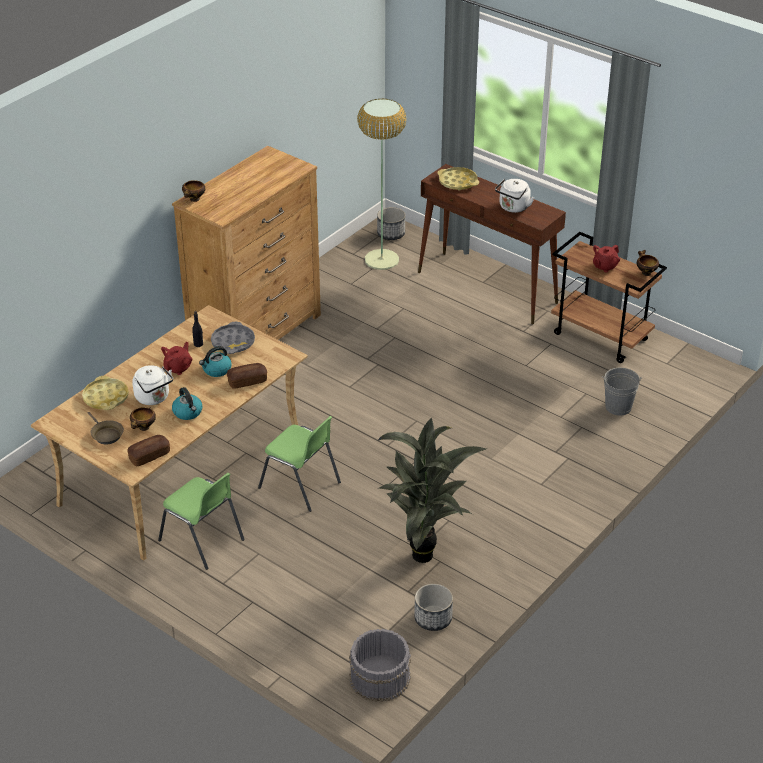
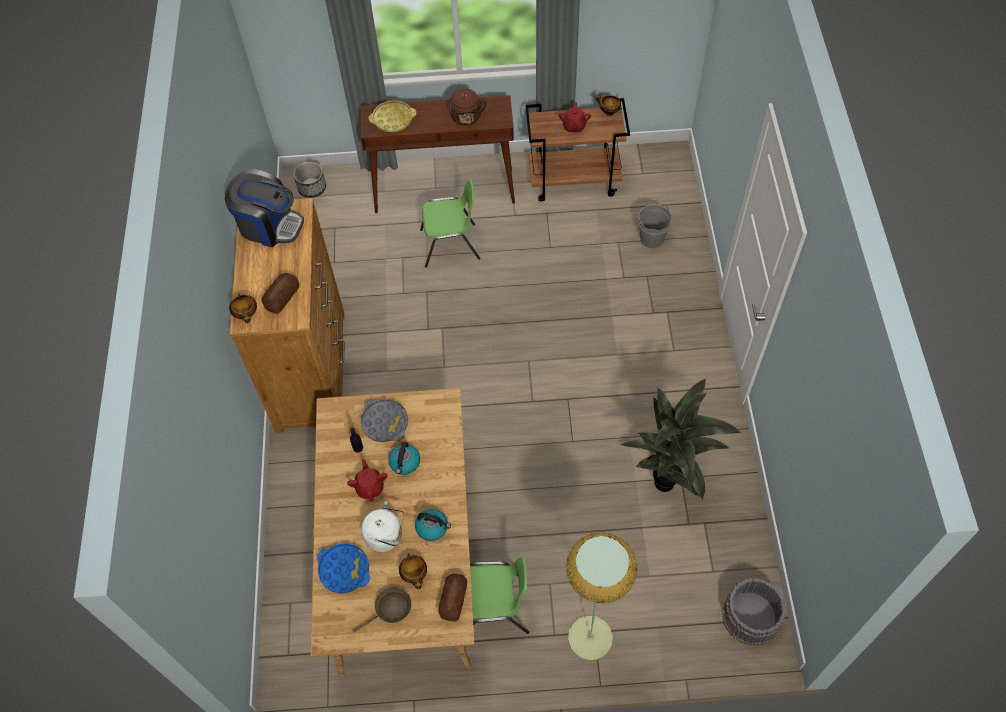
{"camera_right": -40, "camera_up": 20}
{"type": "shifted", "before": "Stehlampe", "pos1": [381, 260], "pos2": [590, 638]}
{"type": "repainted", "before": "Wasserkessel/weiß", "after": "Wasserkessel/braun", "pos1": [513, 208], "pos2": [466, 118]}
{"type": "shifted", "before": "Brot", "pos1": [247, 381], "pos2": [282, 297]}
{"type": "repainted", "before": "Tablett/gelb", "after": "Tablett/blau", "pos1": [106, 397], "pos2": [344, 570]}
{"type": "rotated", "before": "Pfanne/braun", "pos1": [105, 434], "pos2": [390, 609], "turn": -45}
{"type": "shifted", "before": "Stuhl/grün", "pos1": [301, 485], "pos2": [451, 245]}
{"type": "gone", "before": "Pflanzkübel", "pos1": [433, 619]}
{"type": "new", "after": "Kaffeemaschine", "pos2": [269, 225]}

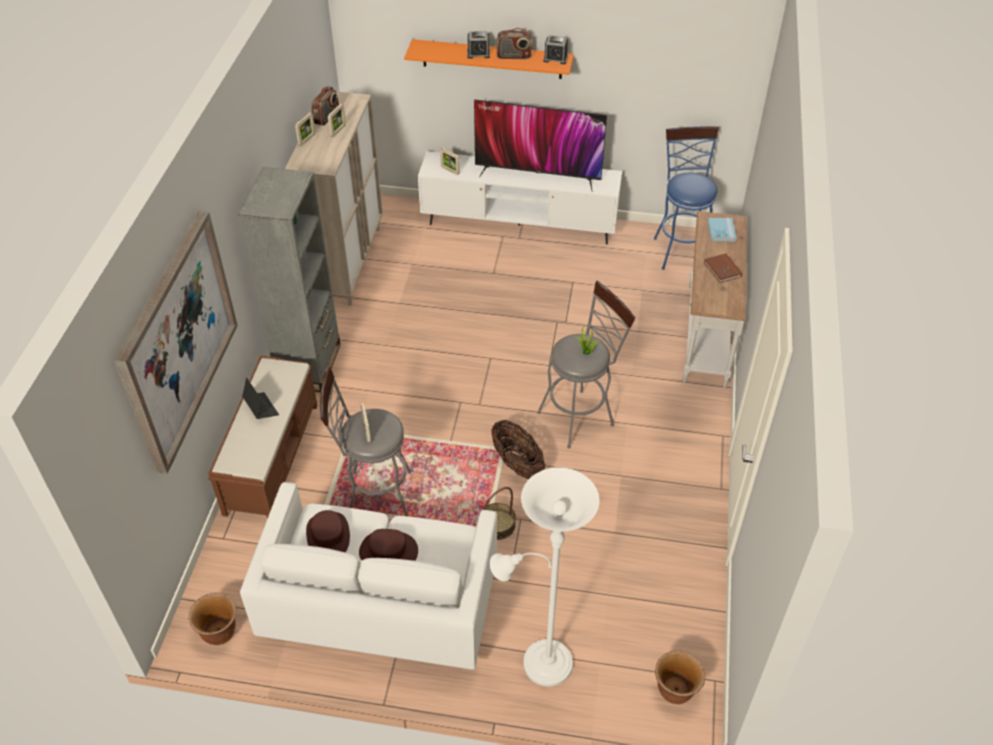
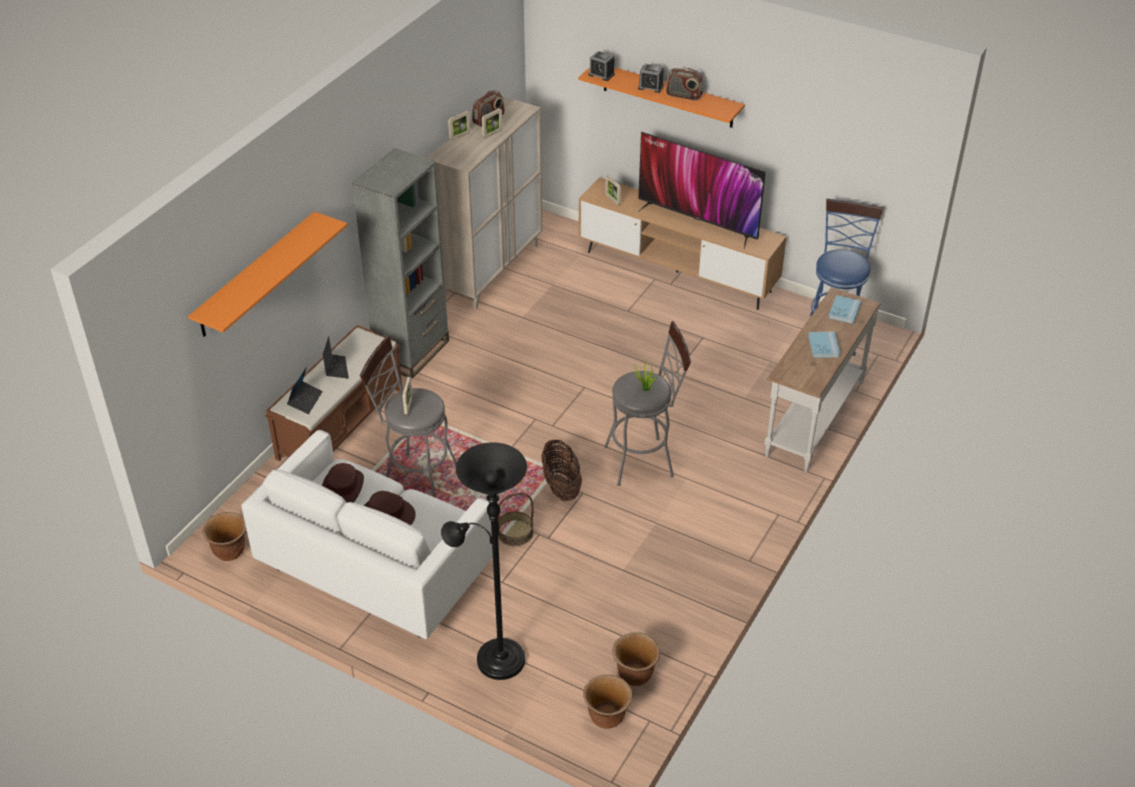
{"camera_right": 20, "camera_up": -5}
{"type": "shifted", "before": "Wecker", "pos1": [555, 59], "pos2": [601, 74]}
{"type": "repainted", "before": "Fernsehschrank/weiß", "after": "Fernsehschrank/braun", "pos1": [519, 225], "pos2": [677, 272]}
{"type": "swapped", "before": "Bild", "after": "Wandregal/orange", "pos1": [177, 340], "pos2": [256, 275]}
{"type": "repainted", "before": "Buch/braun", "after": "Buch/blau", "pos1": [722, 269], "pos2": [823, 346]}
{"type": "repainted", "before": "Stehlampe/weiß", "after": "Stehlampe/schwarz", "pos1": [540, 663], "pos2": [495, 657]}
{"type": "new", "after": "Laptop", "pos2": [305, 400]}
{"type": "new", "after": "Pflanzkübel/braun", "pos2": [634, 674]}

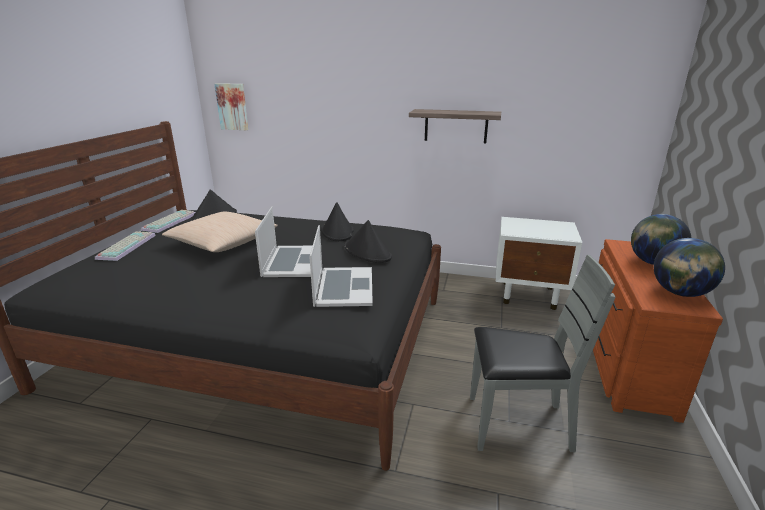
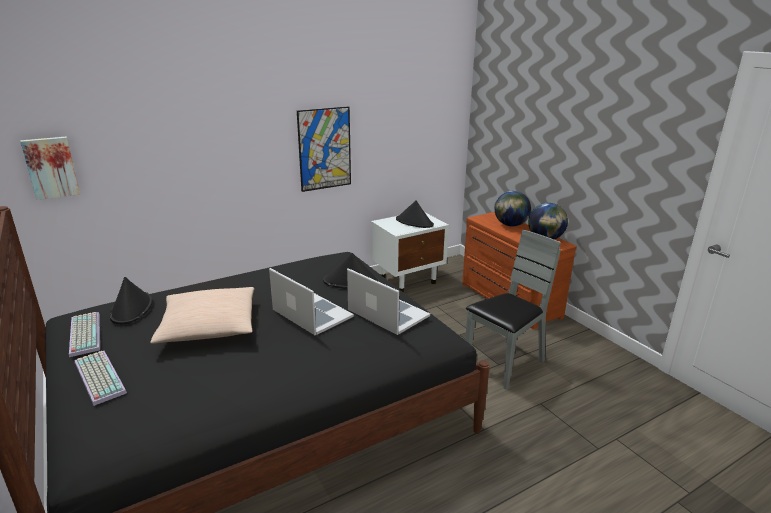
{"camera_right": -45, "camera_up": 0}
{"type": "swapped", "before": "Wandregal", "after": "Bild", "pos1": [456, 126], "pos2": [324, 149]}
{"type": "shifted", "before": "Hut/schwarz", "pos1": [337, 231], "pos2": [414, 222]}

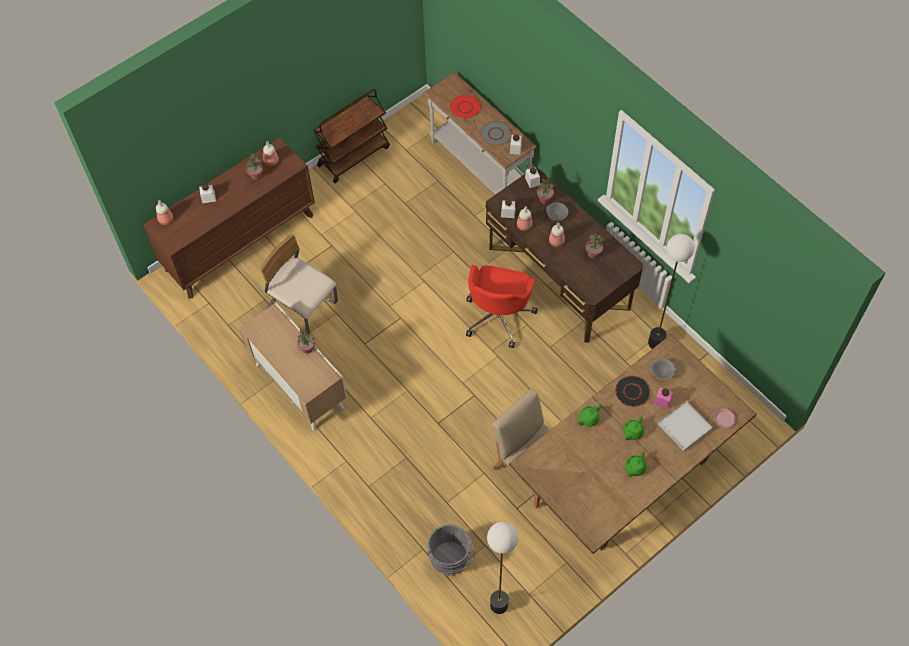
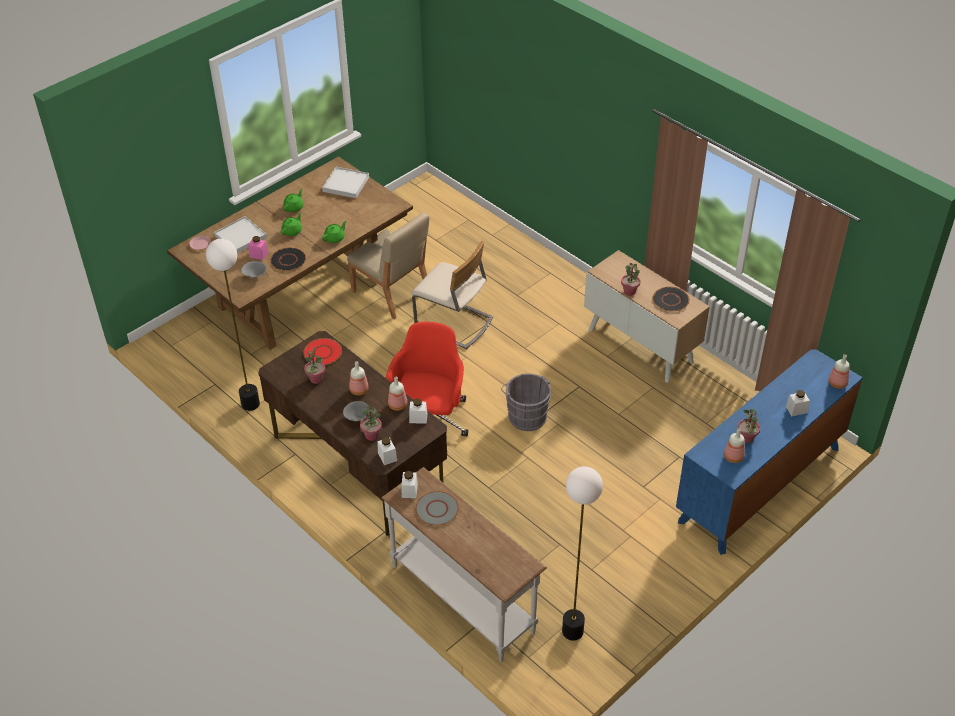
{"camera_right": 175, "camera_up": -15}
{"type": "gone", "before": "Rollwagen/braun", "pos1": [354, 156]}
{"type": "shifted", "before": "Teller/rot", "pos1": [465, 107], "pos2": [323, 353]}
{"type": "repainted", "before": "Kommode/braun", "after": "Kommode/blau", "pos1": [240, 242], "pos2": [759, 485]}
{"type": "shifted", "before": "Stuhl/beige", "pos1": [302, 307], "pos2": [453, 323]}
{"type": "shifted", "before": "Stehlampe", "pos1": [498, 605], "pos2": [573, 631]}
{"type": "shifted", "before": "Eimer/grau", "pos1": [450, 560], "pos2": [526, 415]}
{"type": "new", "after": "Tablett/weiß", "pos2": [346, 184]}
{"type": "new", "after": "Teller/schwarz", "pos2": [671, 300]}

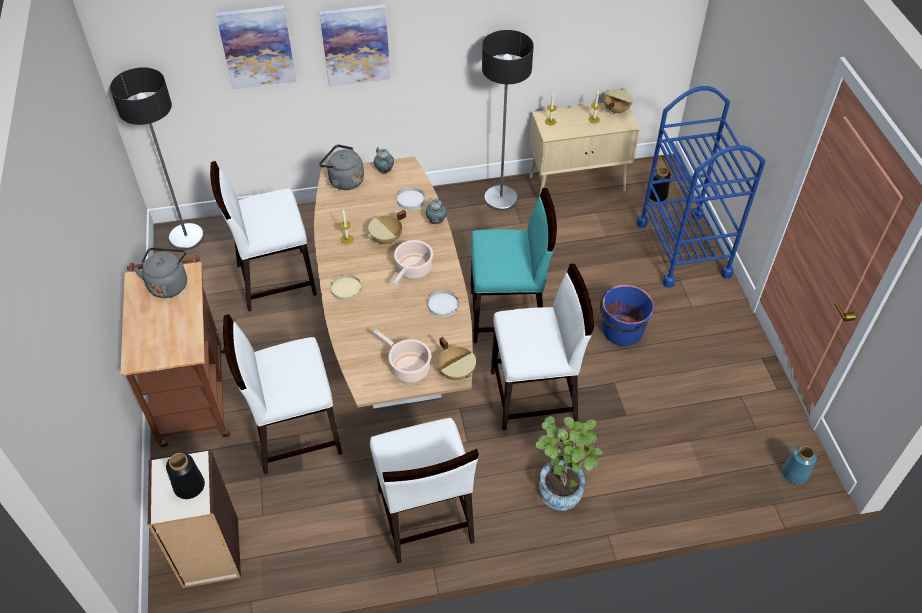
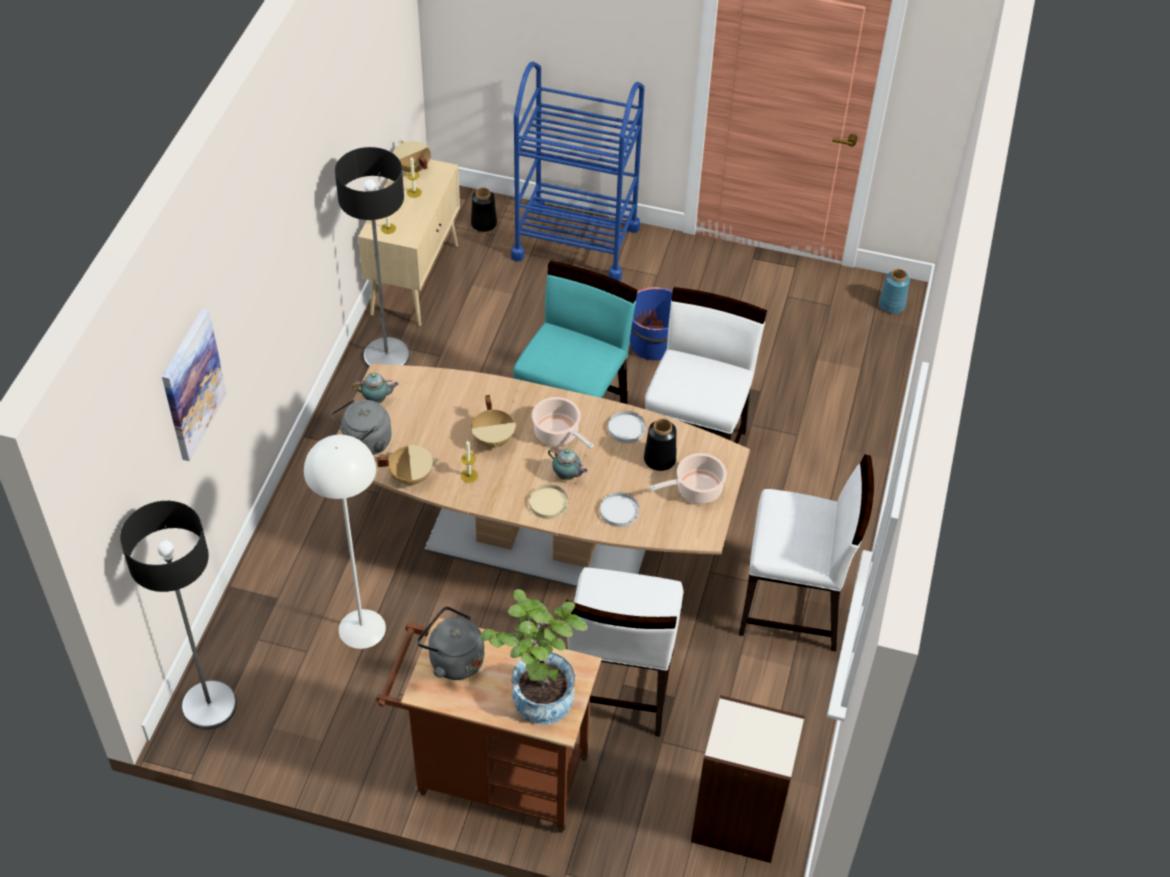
{"camera_right": -65, "camera_up": 0}
{"type": "gone", "before": "Bild", "pos1": [355, 45]}
{"type": "swapped", "before": "Stuhl/weiß", "after": "Stehlampe/weiß", "pos1": [275, 279], "pos2": [361, 629]}
{"type": "shifted", "before": "Teller/weiß", "pos1": [410, 200], "pos2": [619, 511]}
{"type": "shifted", "before": "Teekanne", "pos1": [436, 222], "pos2": [567, 476]}
{"type": "shifted", "before": "Kochtopf/beige", "pos1": [457, 372], "pos2": [411, 476]}
{"type": "shifted", "before": "Topfpflanze", "pos1": [562, 486], "pos2": [537, 692]}
{"type": "shifted", "before": "Vase/schwarz", "pos1": [189, 486], "pos2": [659, 459]}

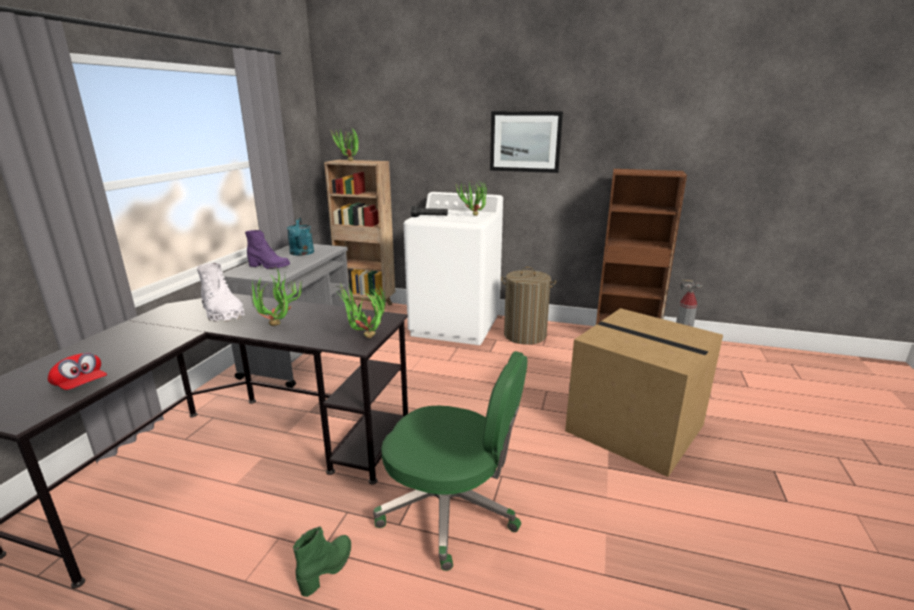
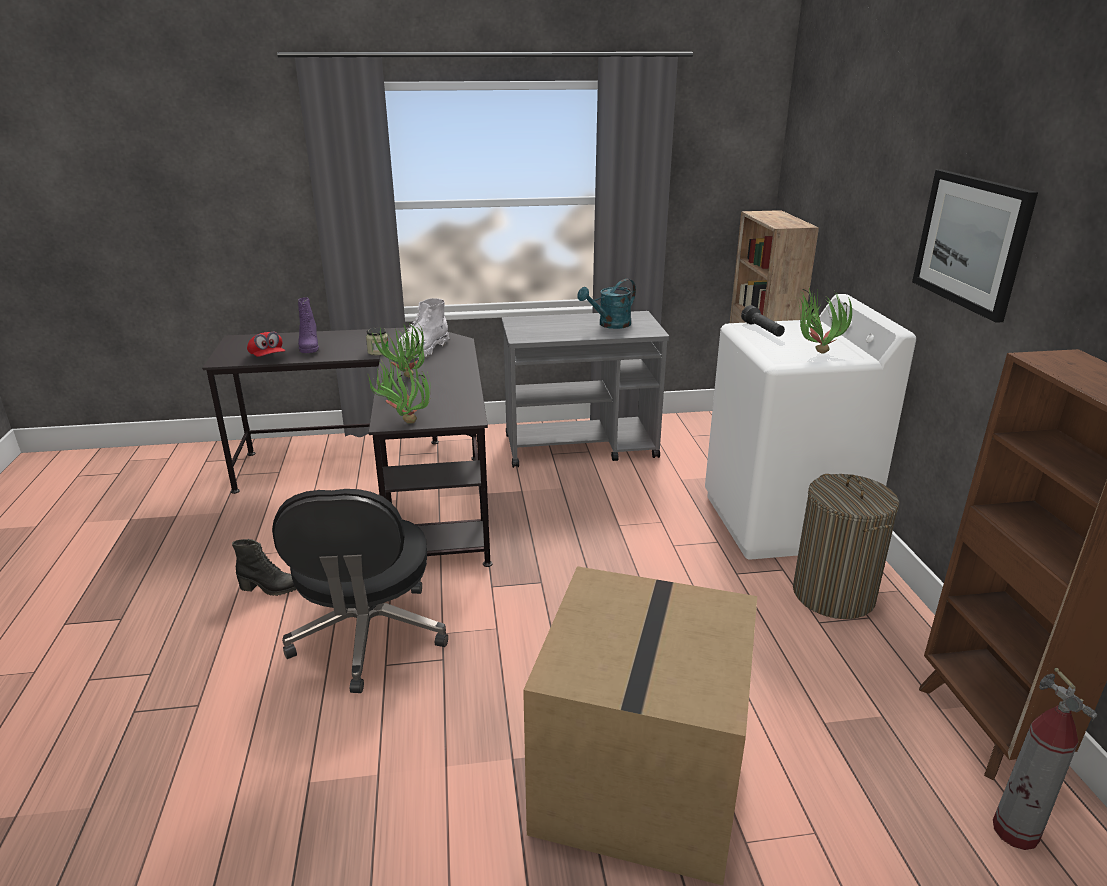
{"camera_right": 65, "camera_up": 5}
{"type": "gone", "before": "Topfpflanze", "pos1": [348, 161]}
{"type": "shifted", "before": "Stiefel/lila", "pos1": [269, 266], "pos2": [309, 347]}
{"type": "repainted", "before": "Bürostuhl/grün", "after": "Bürostuhl/schwarz", "pos1": [451, 510], "pos2": [368, 637]}
{"type": "rotated", "before": "Kappe/rot", "pos1": [81, 386], "pos2": [267, 357], "turn": -45}
{"type": "repainted", "before": "Stiefel/grün", "after": "Stiefel/schwarz", "pos1": [327, 569], "pos2": [271, 588]}
{"type": "new", "after": "Vorratsglas", "pos2": [378, 352]}

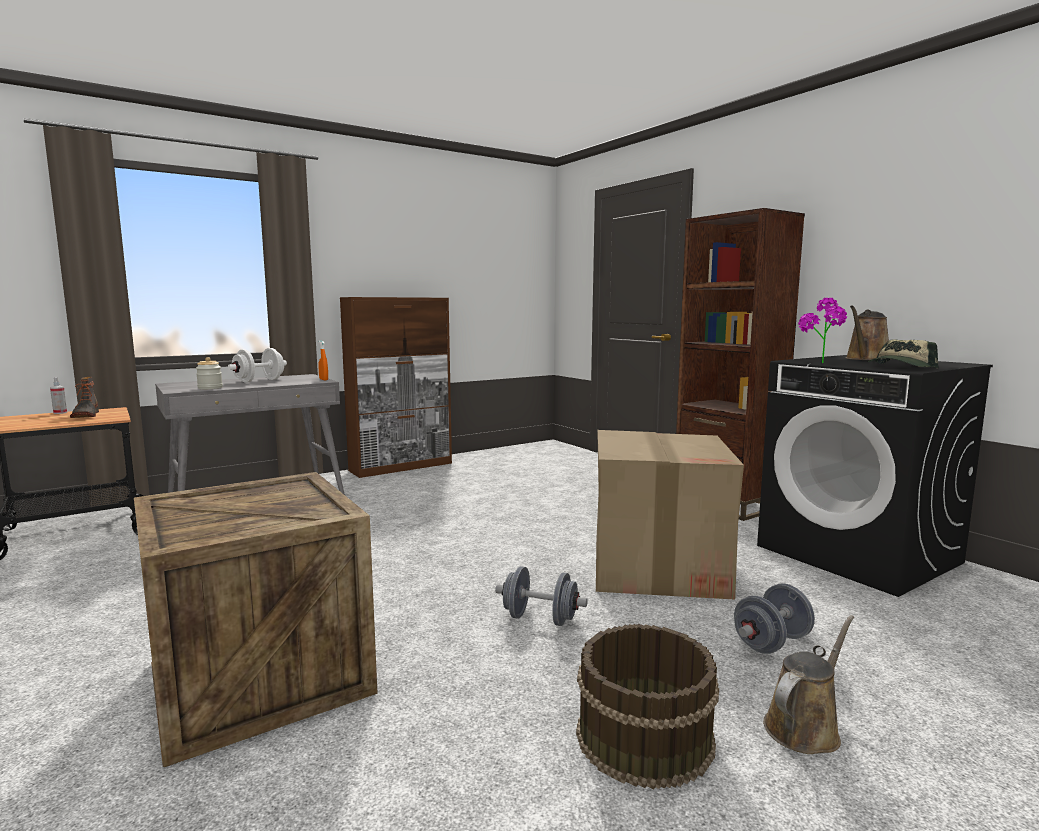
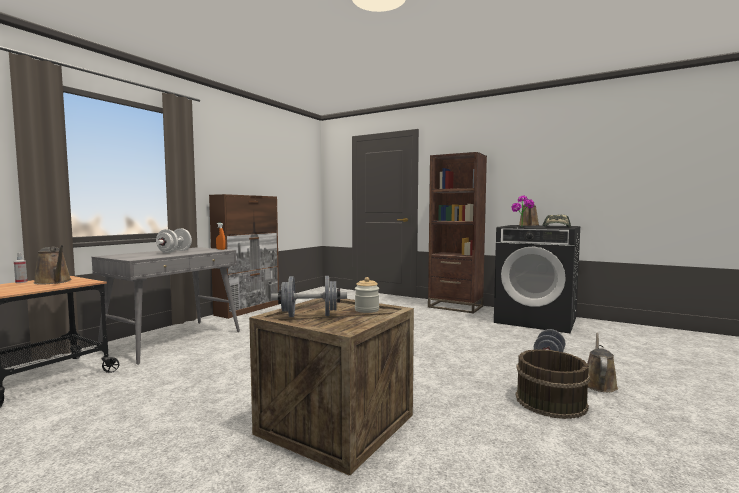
{"camera_right": -25, "camera_up": -5}
{"type": "shifted", "before": "Vorratsglas", "pos1": [210, 388], "pos2": [367, 310]}
{"type": "swapped", "before": "Stiefel", "after": "Gießkanne/braun", "pos1": [85, 415], "pos2": [54, 282]}
{"type": "gone", "before": "Karton", "pos1": [658, 566]}
{"type": "shifted", "before": "Hantel/grau", "pos1": [540, 619], "pos2": [309, 315]}

